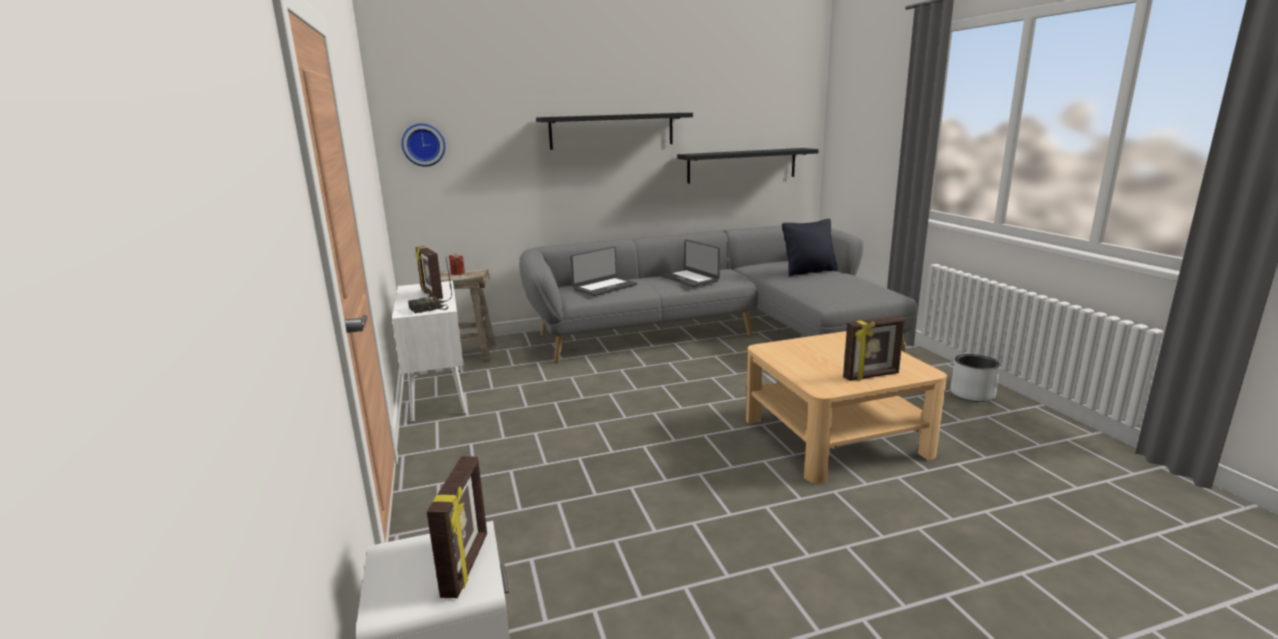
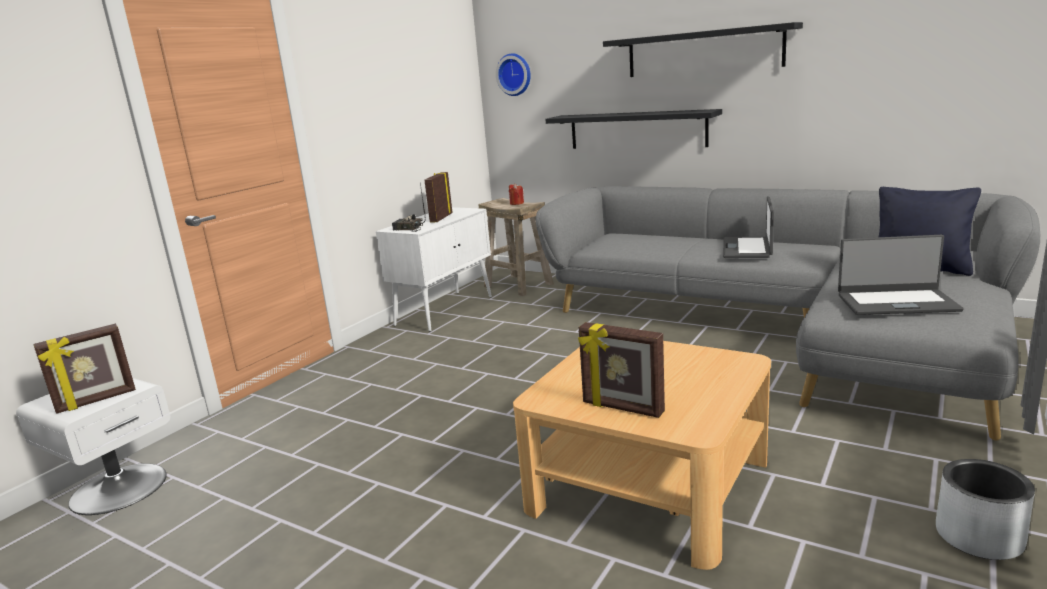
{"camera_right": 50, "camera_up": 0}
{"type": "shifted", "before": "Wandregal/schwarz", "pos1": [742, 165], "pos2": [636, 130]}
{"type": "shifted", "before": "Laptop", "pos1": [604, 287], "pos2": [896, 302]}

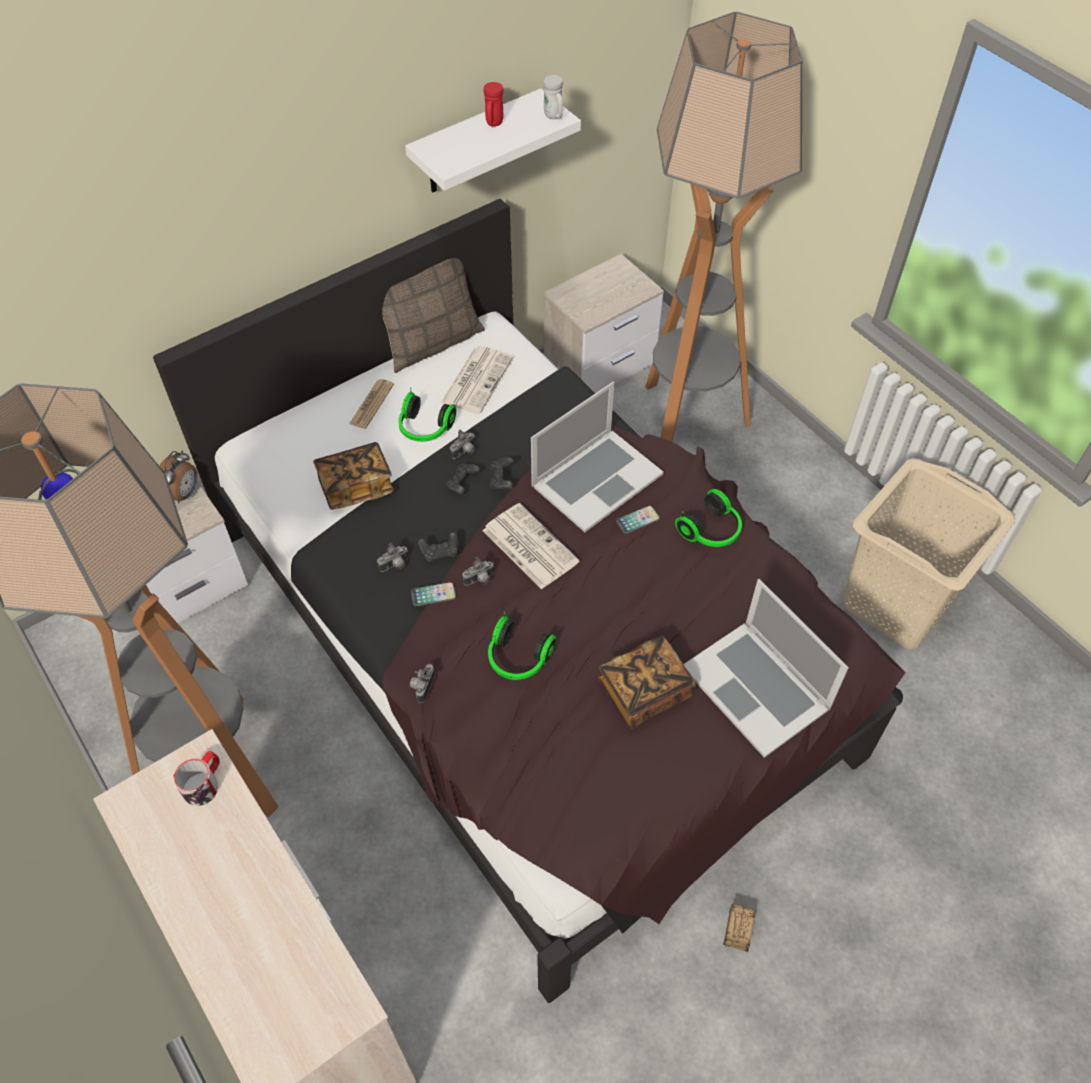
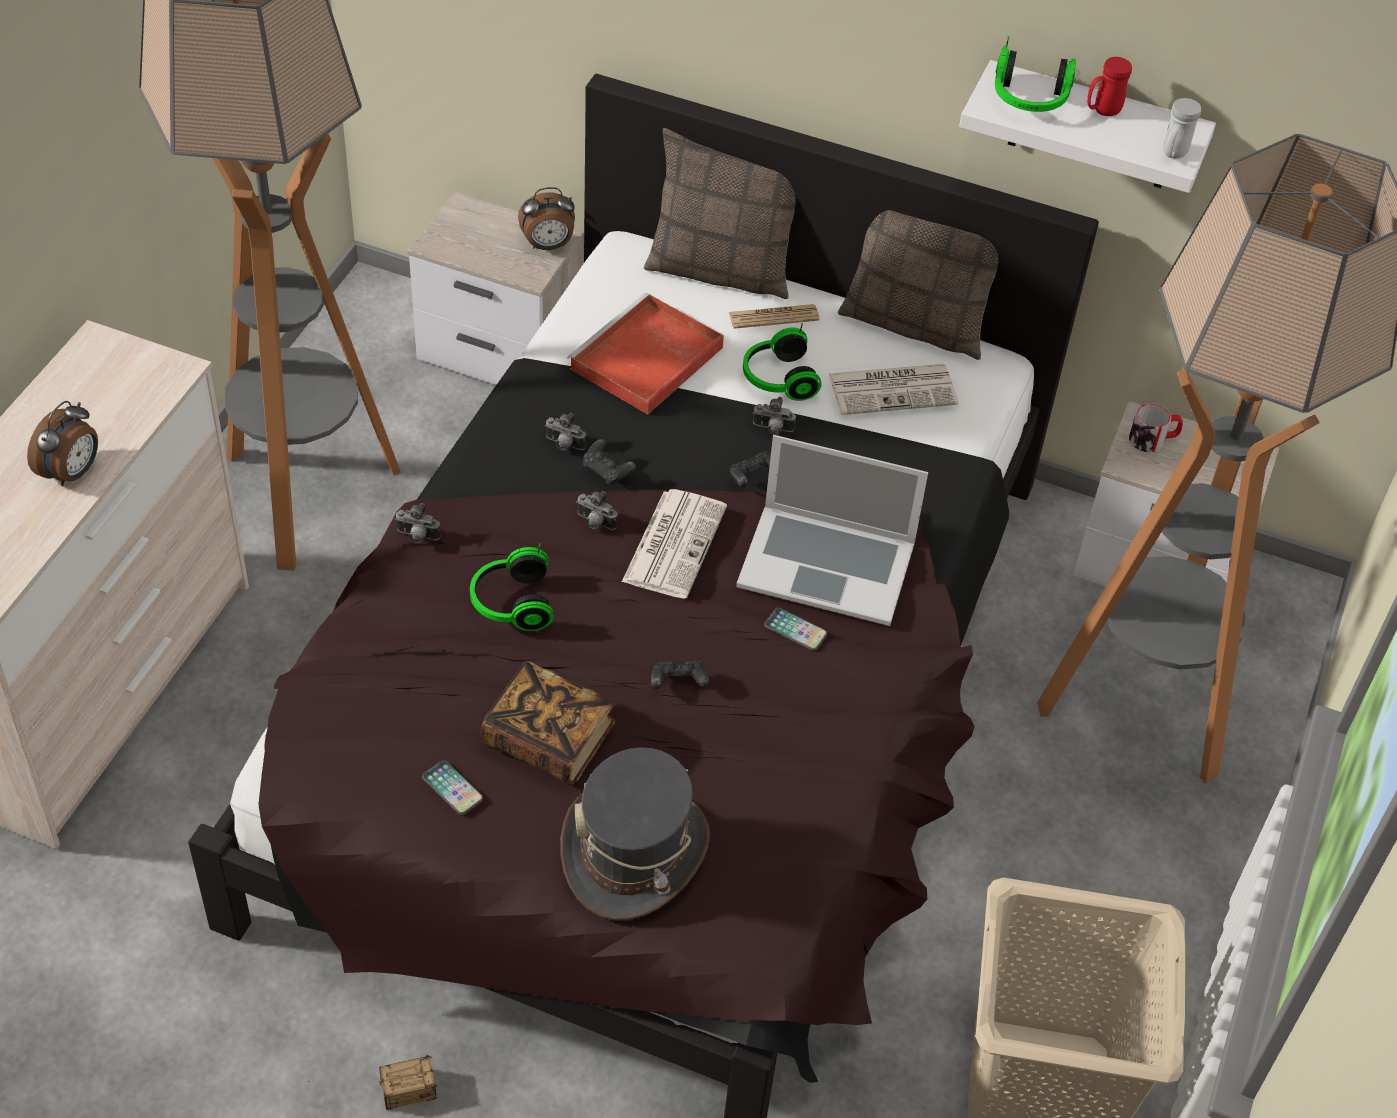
{"camera_right": 55, "camera_up": -5}
{"type": "swapped", "before": "Buch", "after": "Tablett/rot", "pos1": [356, 486], "pos2": [645, 360]}
{"type": "shifted", "before": "Gamepad/schwarz", "pos1": [462, 484], "pos2": [678, 682]}
{"type": "shifted", "before": "Kopfhörer", "pos1": [711, 531], "pos2": [1029, 100]}
{"type": "swapped", "before": "Laptop", "after": "Hut/grau", "pos1": [756, 687], "pos2": [635, 852]}
{"type": "shifted", "before": "Handy", "pos1": [433, 595], "pos2": [452, 788]}
{"type": "rotated", "before": "Kamera", "pos1": [422, 687], "pos2": [417, 537], "turn": -150}
{"type": "shifted", "before": "Henkelbecher", "pos1": [205, 783], "pos2": [1153, 439]}
{"type": "new", "after": "Kissen", "pos2": [721, 269]}
{"type": "new", "after": "Wecker", "pos2": [72, 473]}

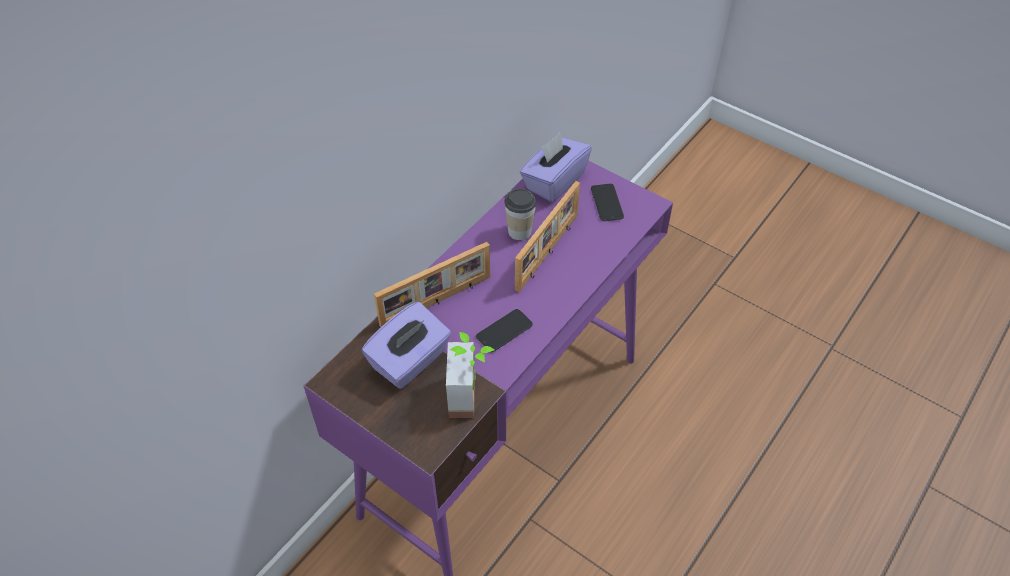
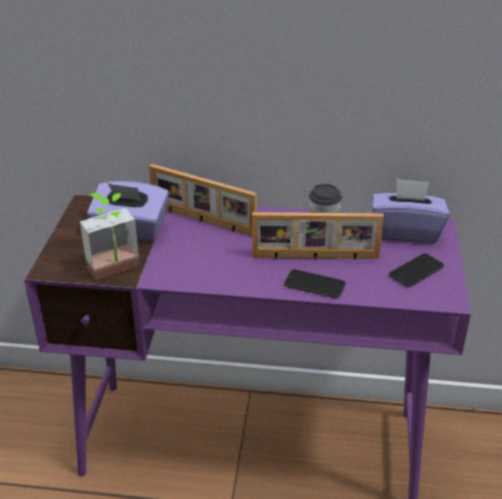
{"camera_right": 60, "camera_up": -15}
{"type": "shifted", "before": "Handy", "pos1": [504, 331], "pos2": [314, 284]}

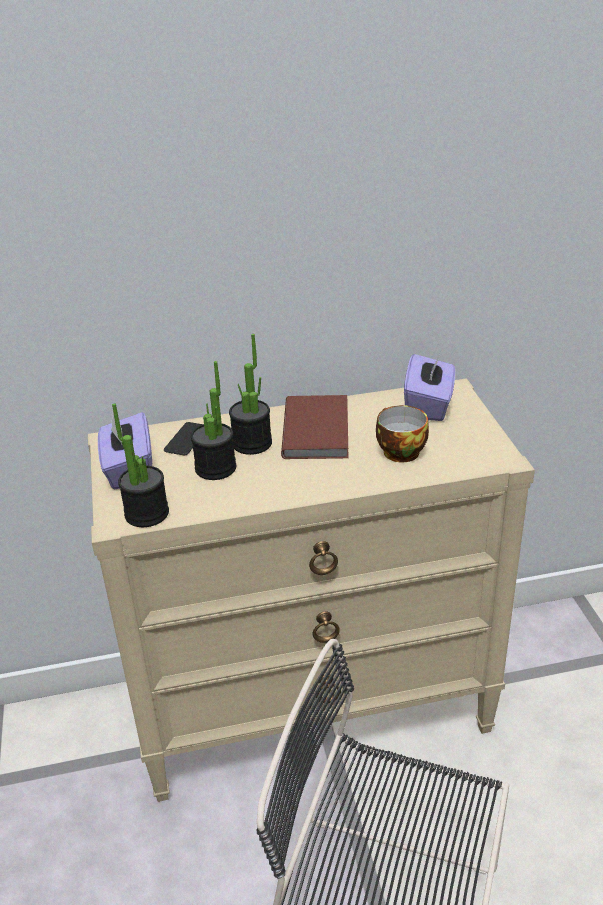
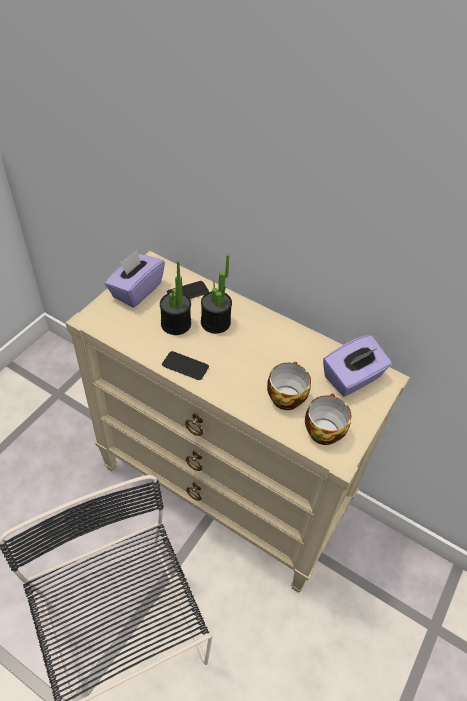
{"camera_right": 40, "camera_up": 15}
{"type": "gone", "before": "Buch/braun", "pos1": [318, 429]}
{"type": "gone", "before": "Topfpflanze", "pos1": [147, 514]}
{"type": "new", "after": "Handy", "pos2": [185, 366]}
{"type": "new", "after": "Tasse", "pos2": [322, 430]}

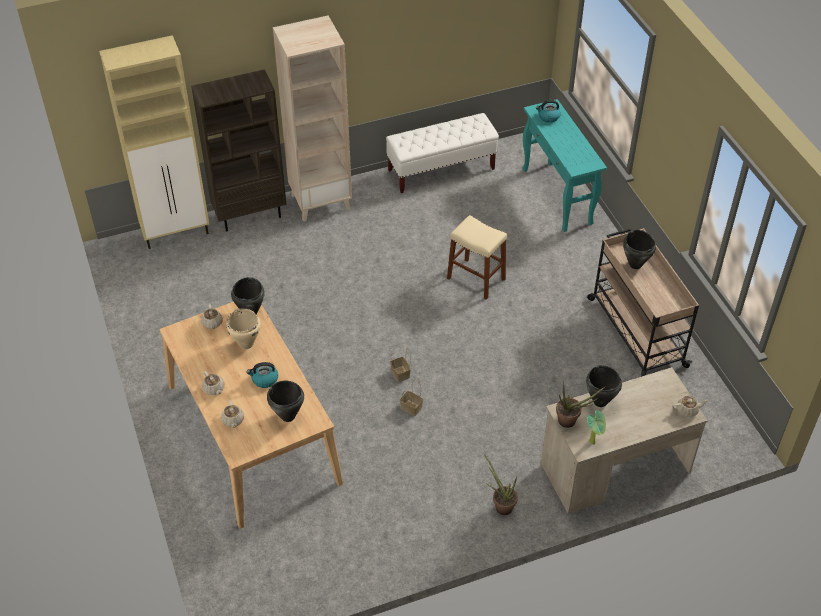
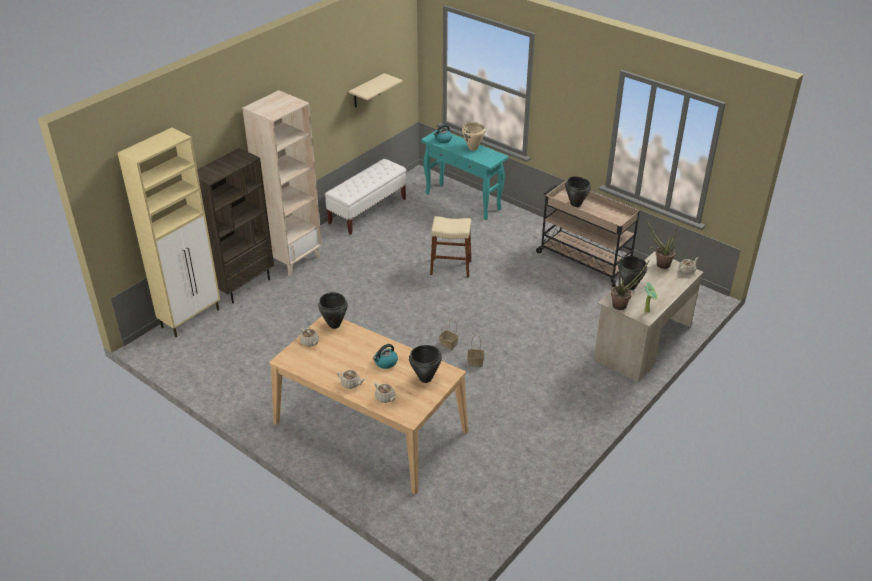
{"camera_right": -30, "camera_up": -10}
{"type": "shifted", "before": "Kochtopf/beige", "pos1": [246, 344], "pos2": [473, 148]}
{"type": "shifted", "before": "Topfpflanze", "pos1": [501, 505], "pos2": [660, 264]}
{"type": "new", "after": "Wandregal/beige", "pos2": [367, 91]}

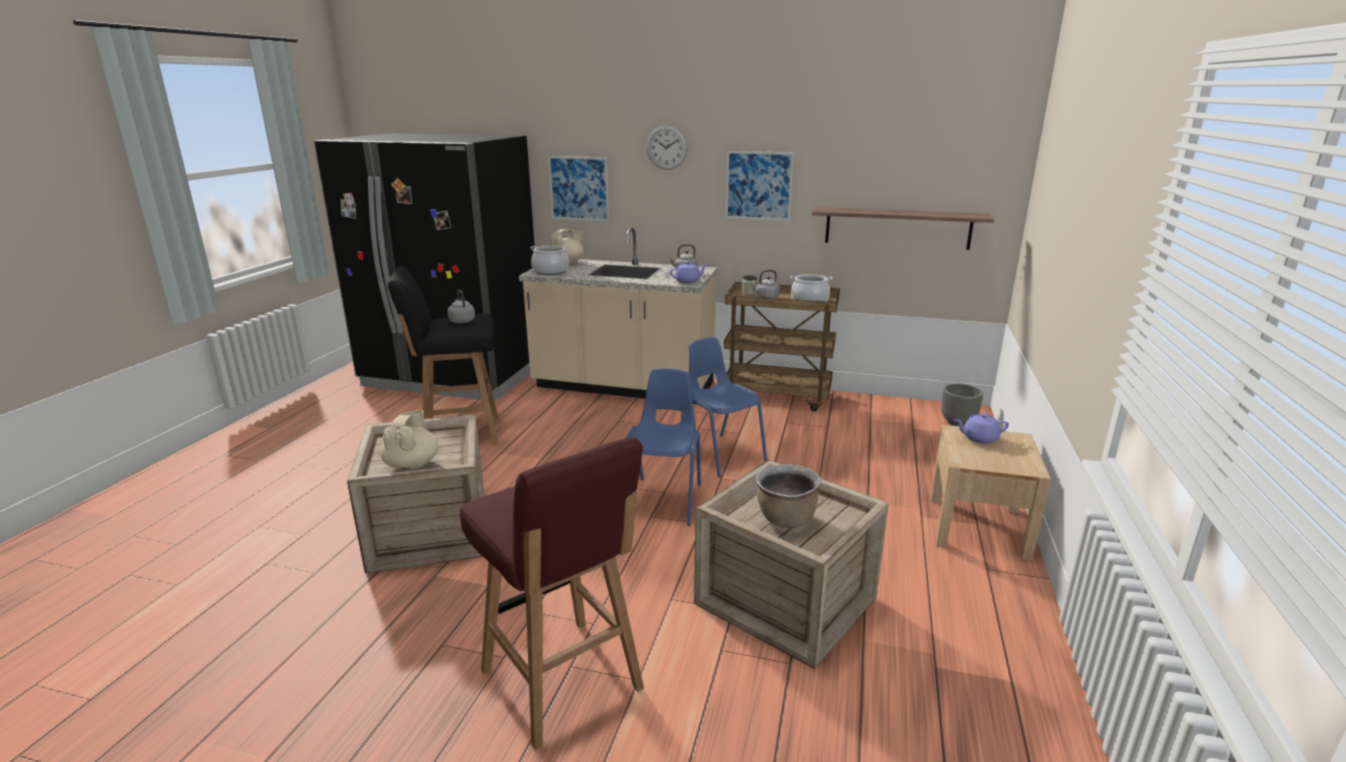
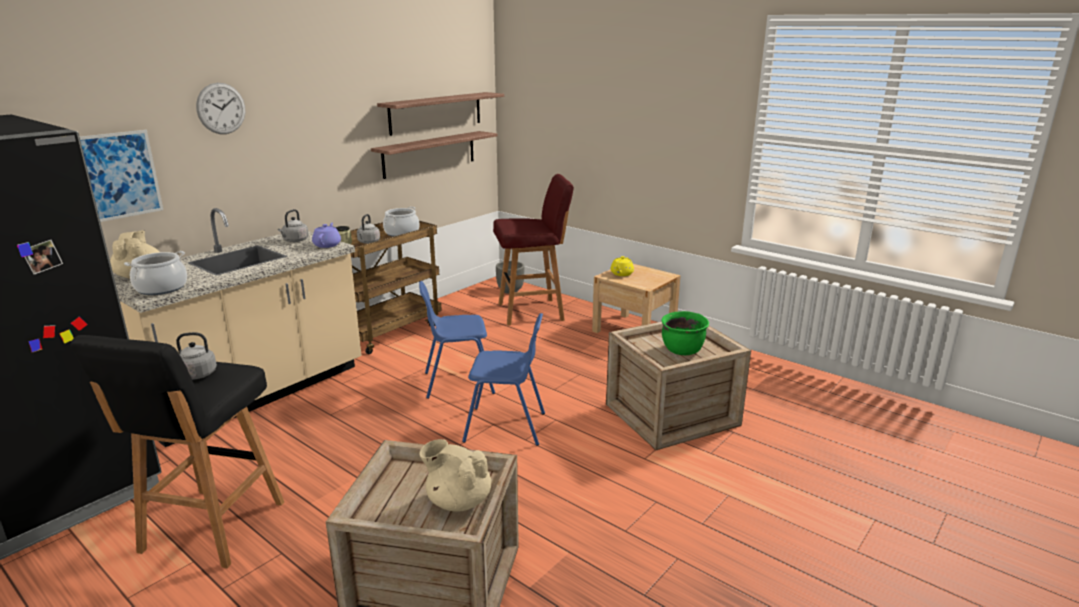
{"camera_right": -65, "camera_up": 0}
{"type": "gone", "before": "Bild", "pos1": [758, 185]}
{"type": "rotated", "before": "Stuhl/blau", "pos1": [664, 500], "pos2": [506, 427], "turn": 150}
{"type": "repainted", "before": "Teekanne/lila", "after": "Teekanne/gelb", "pos1": [979, 438], "pos2": [621, 274]}
{"type": "shifted", "before": "Hocker/rot", "pos1": [563, 682], "pos2": [532, 312]}
{"type": "repainted", "before": "Kochtopf/braun", "after": "Kochtopf/grün", "pos1": [785, 519], "pos2": [682, 351]}
{"type": "new", "after": "Wandregal", "pos2": [436, 113]}

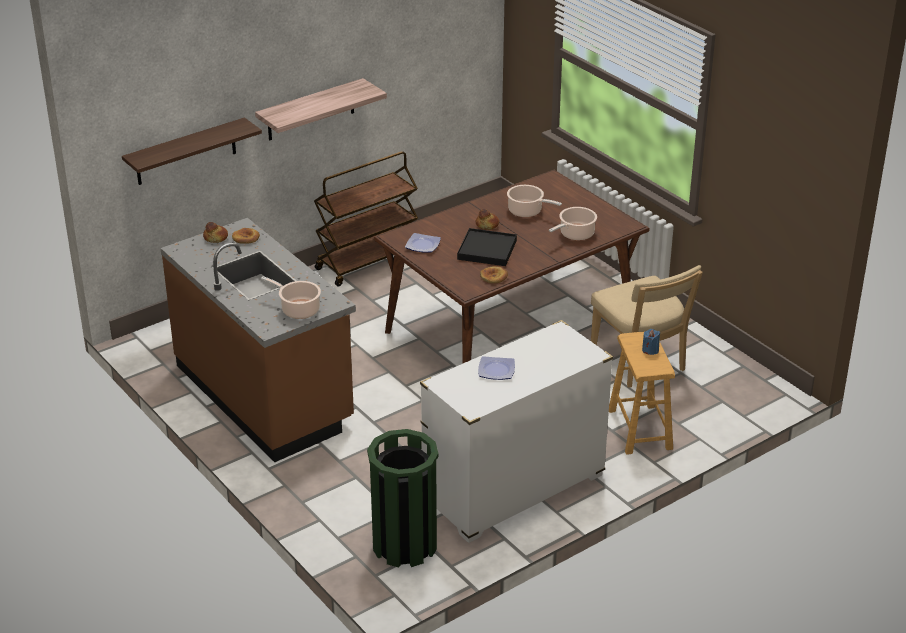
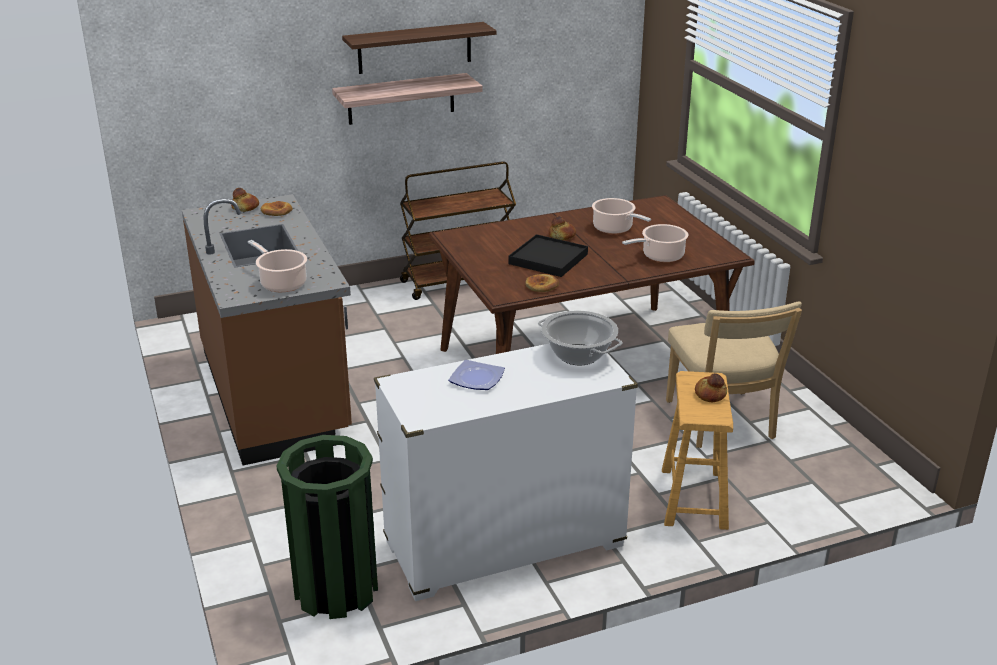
{"camera_right": 15, "camera_up": -5}
{"type": "shifted", "before": "Wandregal", "pos1": [186, 152], "pos2": [414, 48]}
{"type": "gone", "before": "Teller", "pos1": [423, 245]}
{"type": "swapped", "before": "Kerze/blau", "after": "Brot", "pos1": [650, 350], "pos2": [711, 394]}
{"type": "new", "after": "Kochtopf", "pos2": [579, 355]}

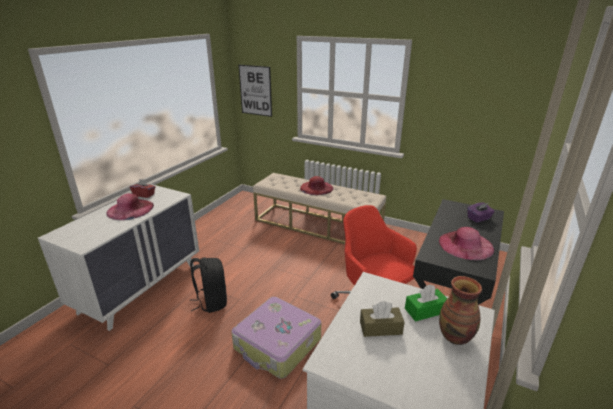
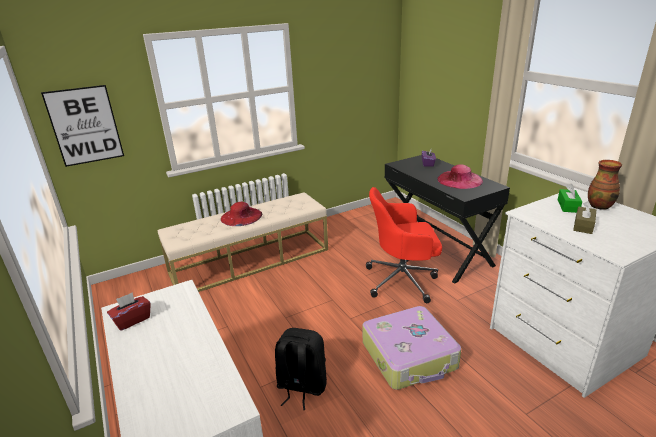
{"camera_right": -55, "camera_up": 0}
{"type": "gone", "before": "Hut/rosa", "pos1": [130, 209]}

